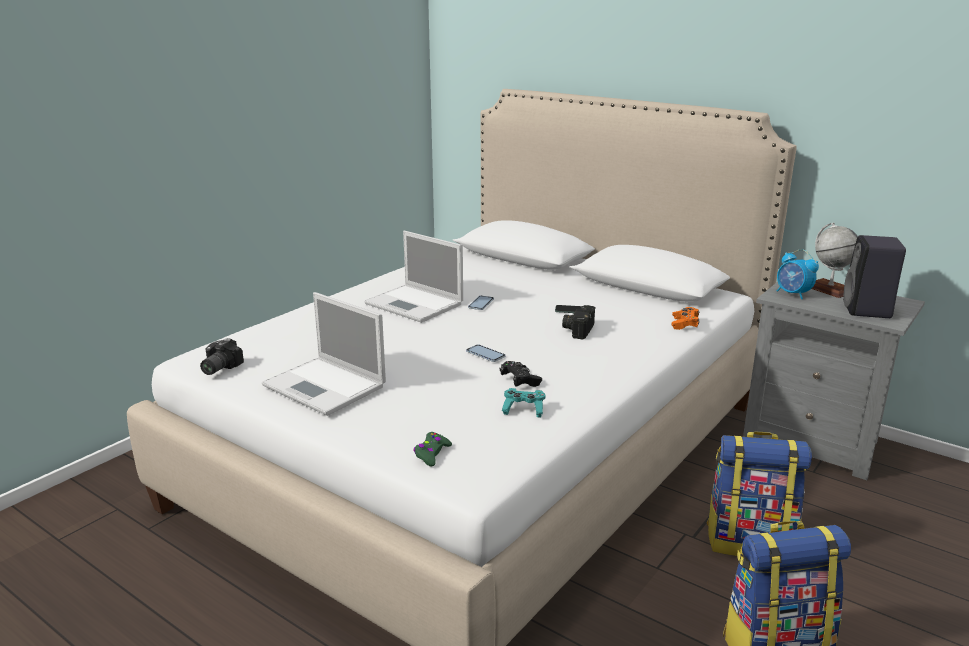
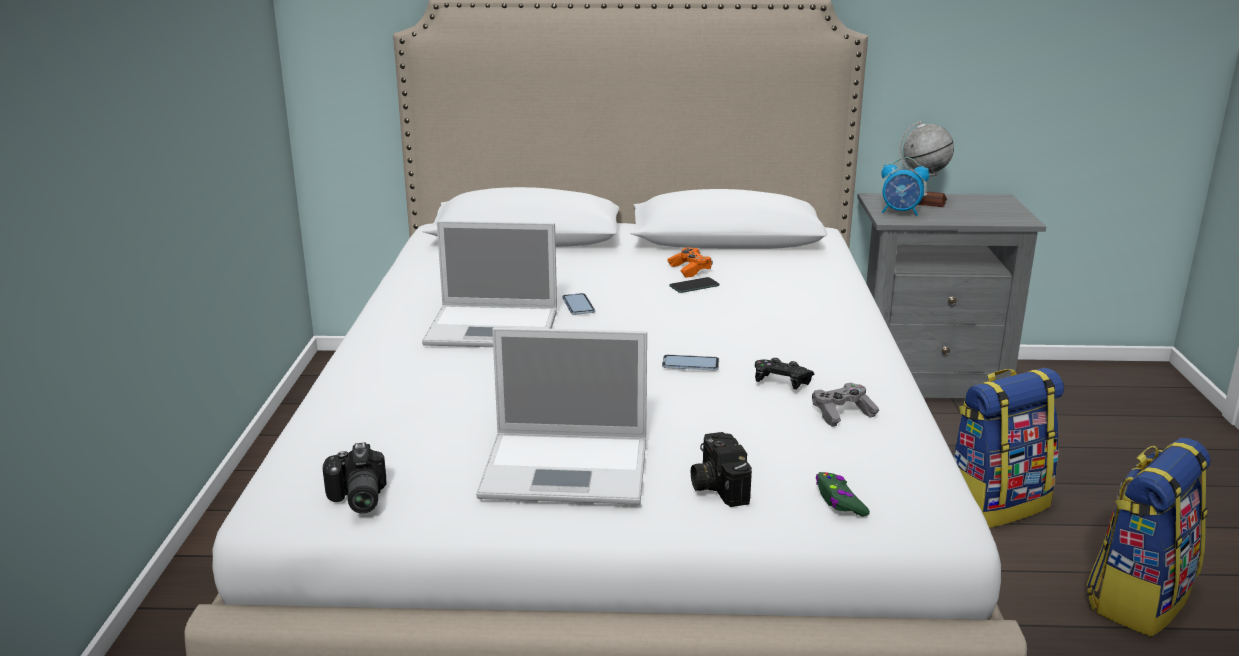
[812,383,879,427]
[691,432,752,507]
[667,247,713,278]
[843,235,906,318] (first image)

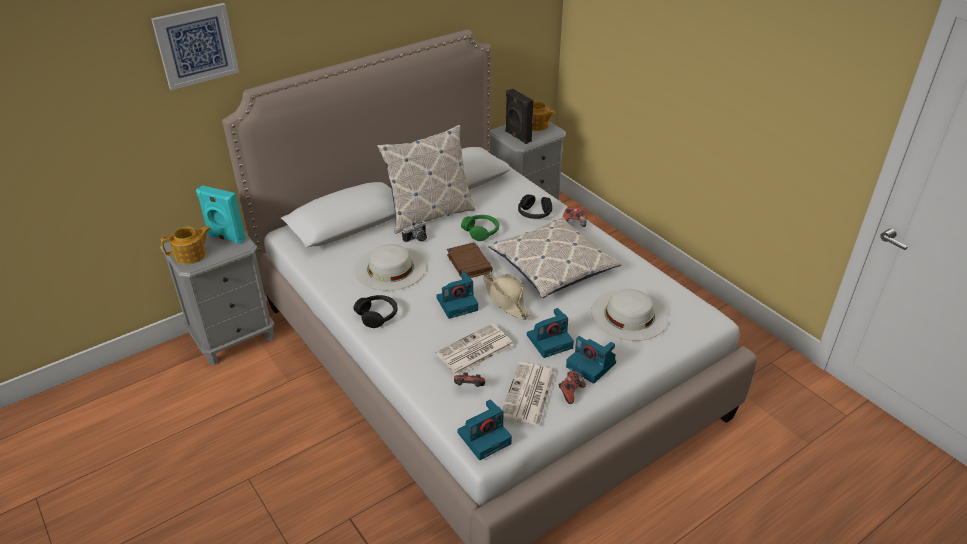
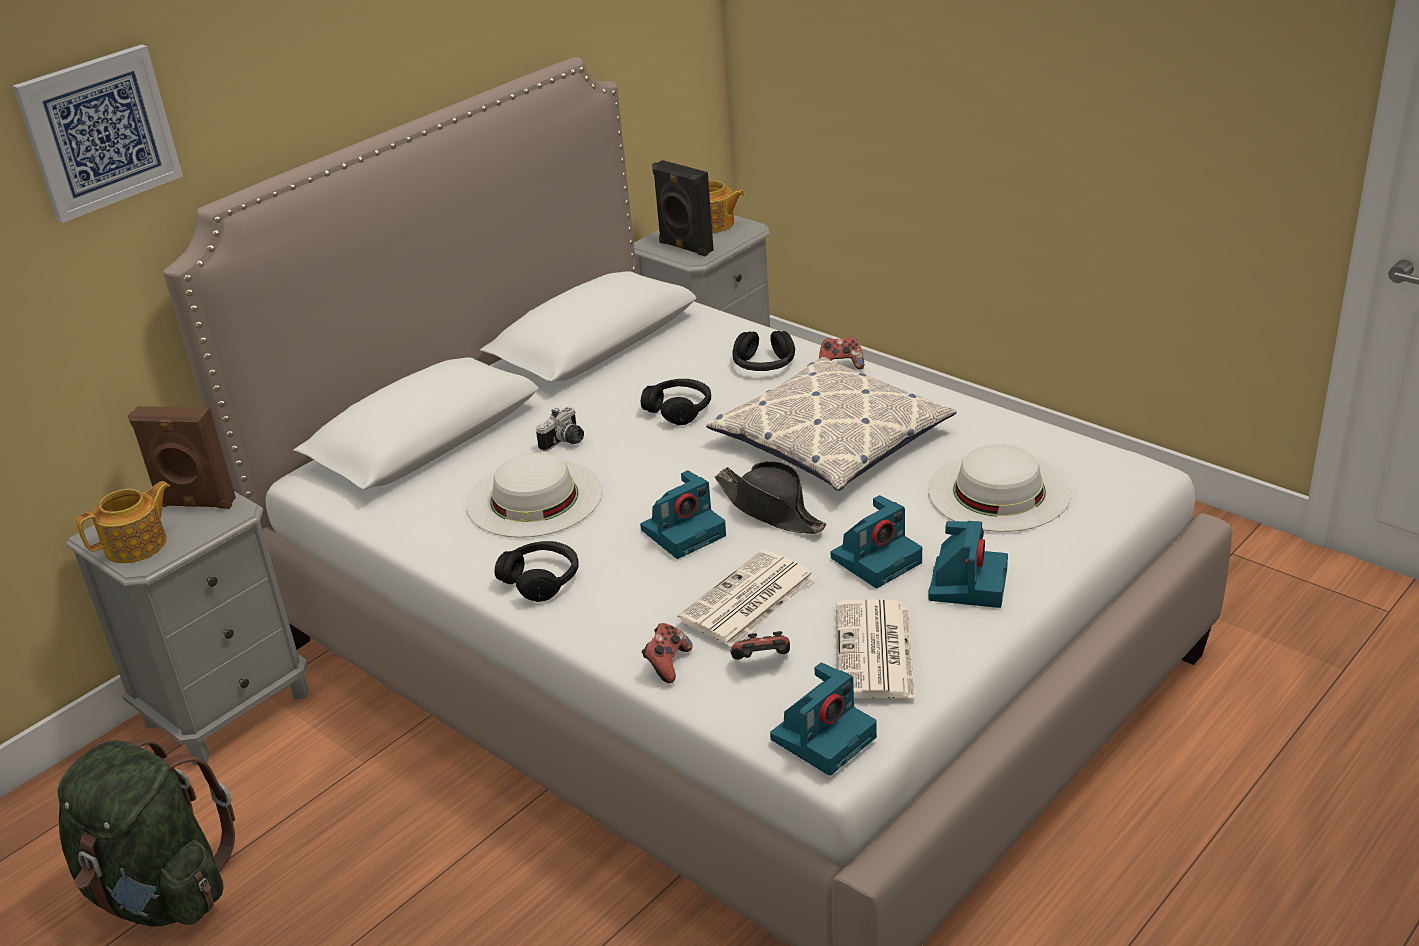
[128,406,236,509]
[377,125,475,234] (first image)
[447,242,493,278] (first image)
[641,379,711,425]
[715,461,826,534]
[641,623,692,683]
[929,521,1008,608]
[58,738,235,927]

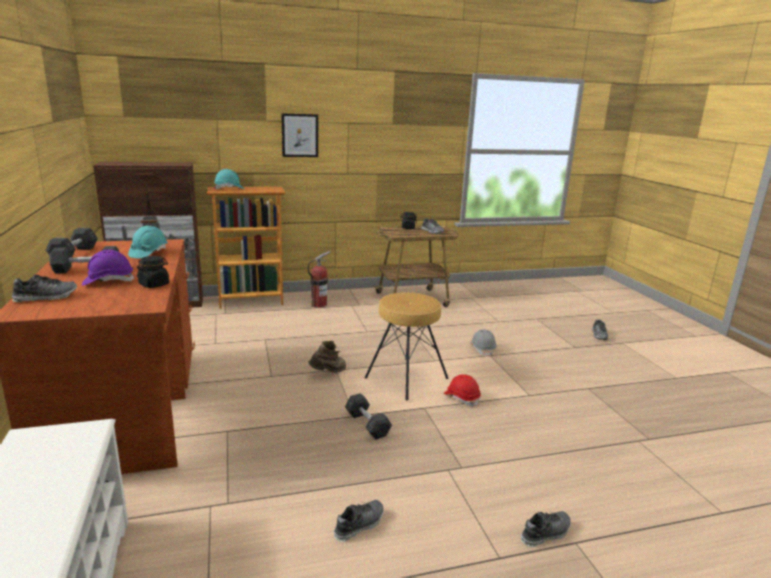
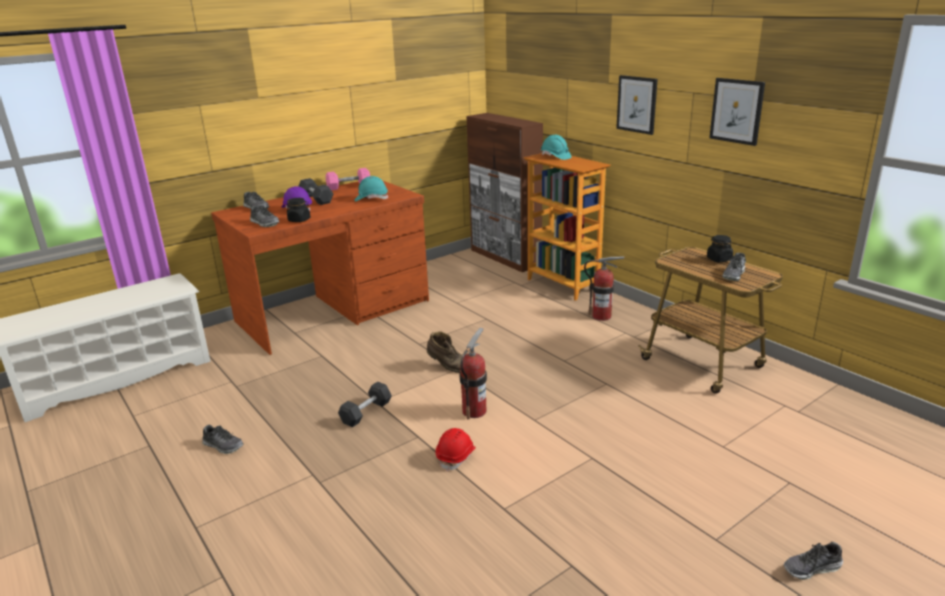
[326,168,370,190]
[460,328,487,419]
[471,329,497,357] (first image)
[250,206,280,227]
[709,78,765,146]

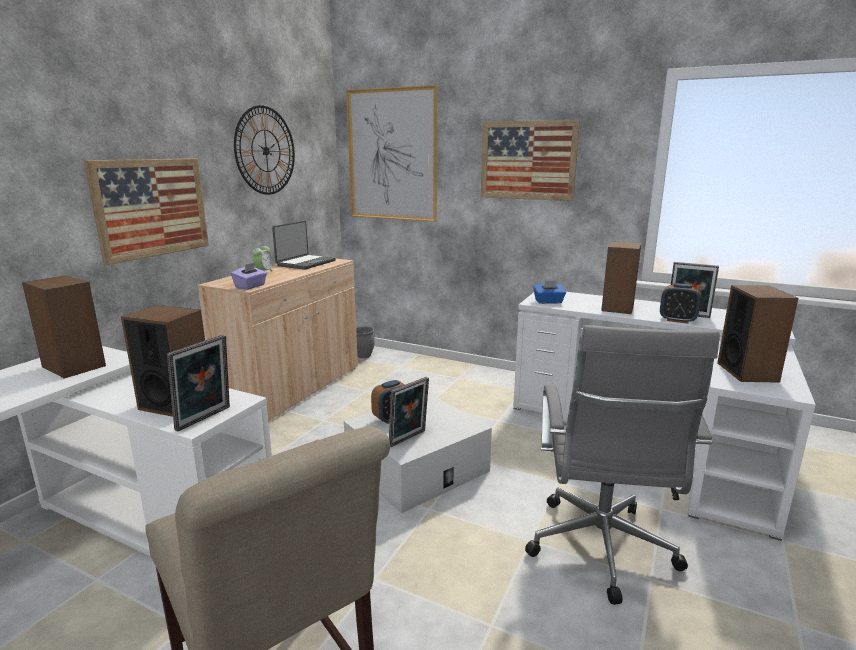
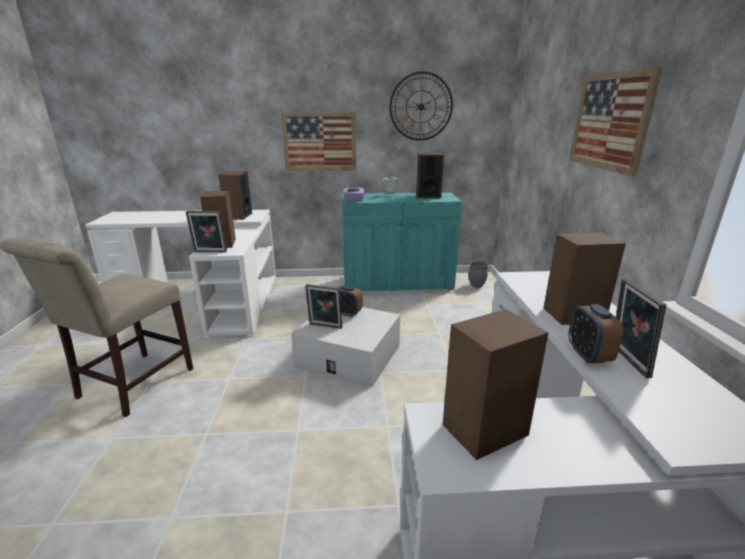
[342,192,462,291]
[416,152,444,198]
[346,85,438,222] (first image)
[525,325,720,605] (first image)
[533,281,566,304] (first image)

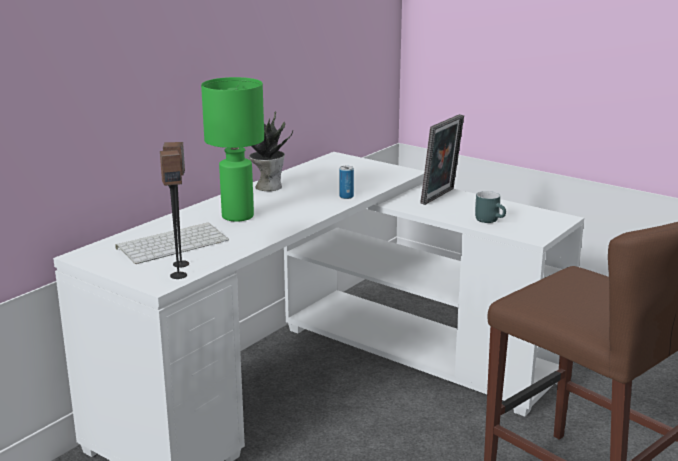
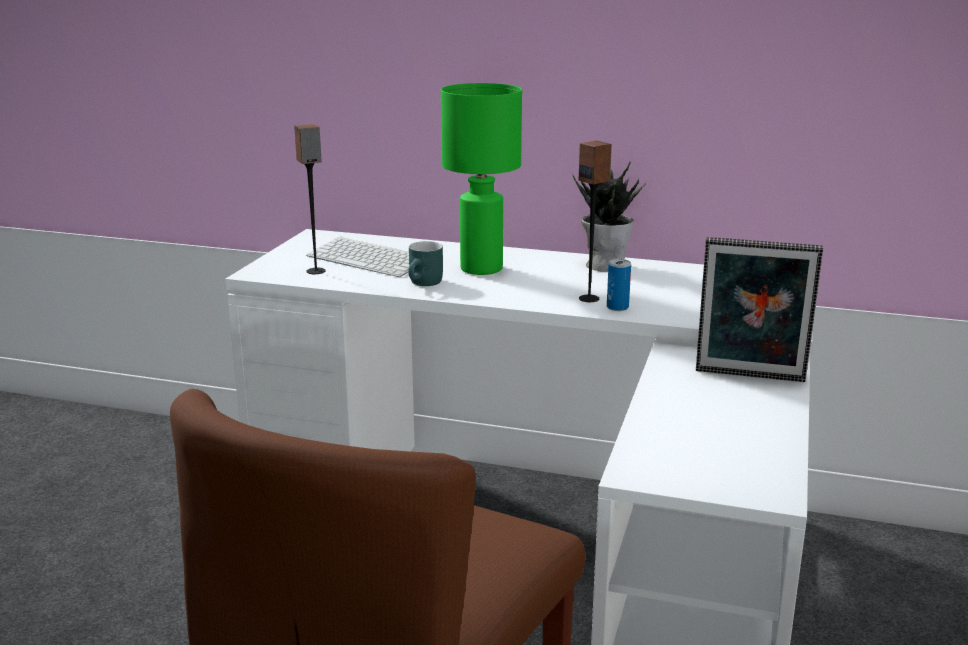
[579,141,612,302]
[408,241,443,286]

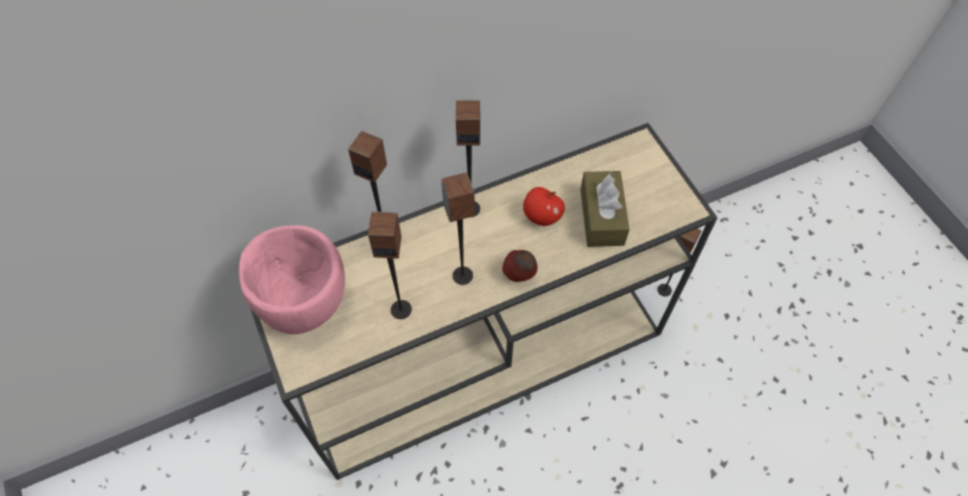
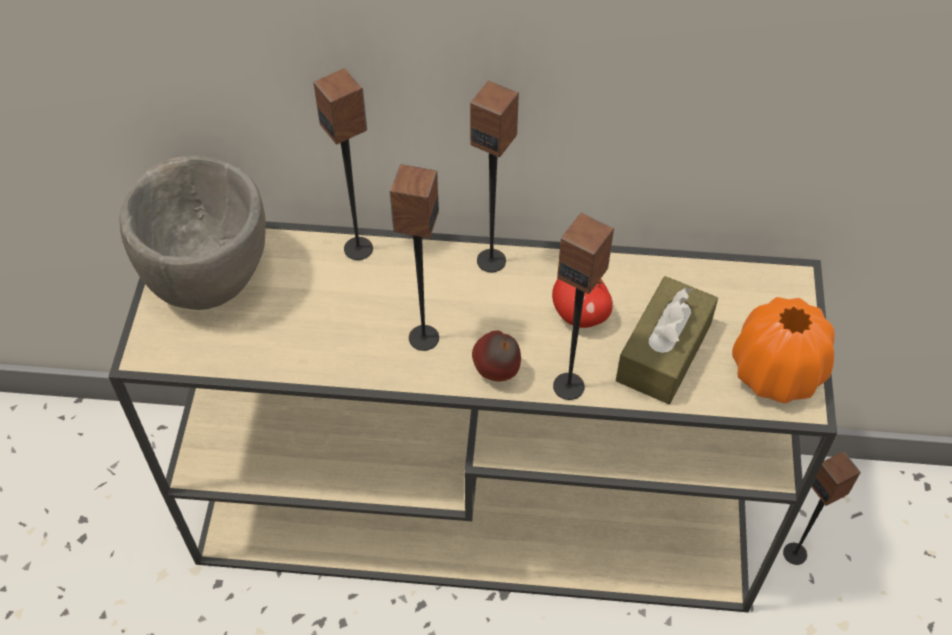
[119,155,266,310]
[553,212,614,400]
[732,297,835,404]

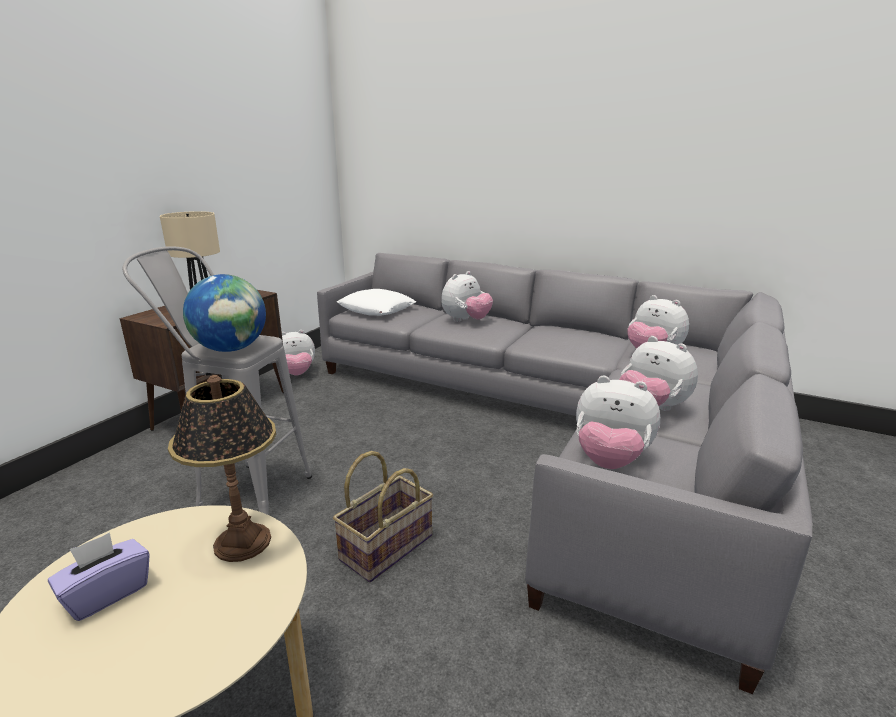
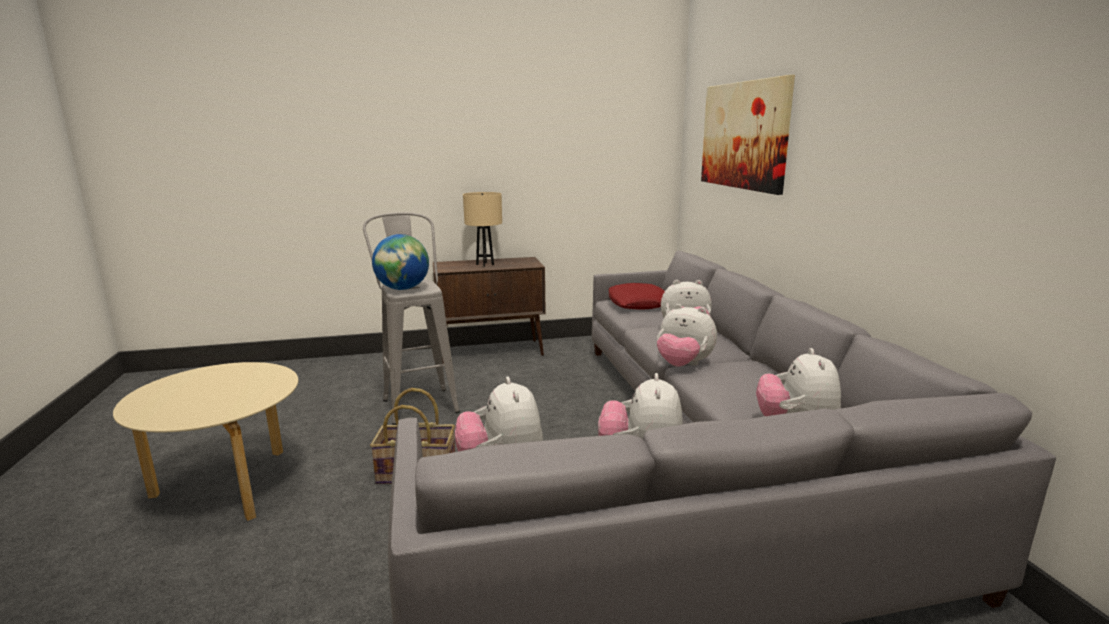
[48,532,150,621] (first image)
[168,375,276,562] (first image)
[657,304,717,367]
[609,283,665,310]
[701,75,795,195]

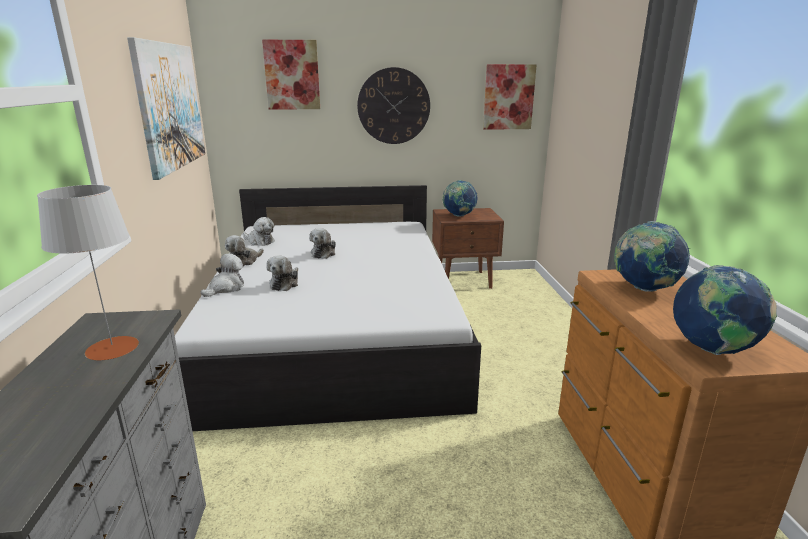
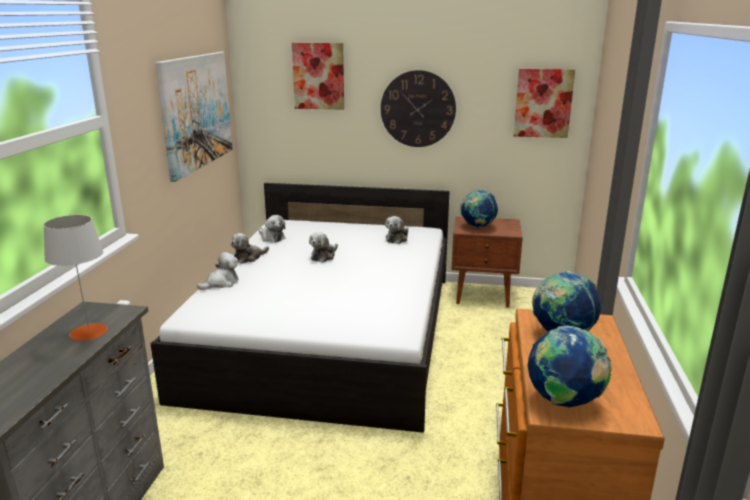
[385,216,408,244]

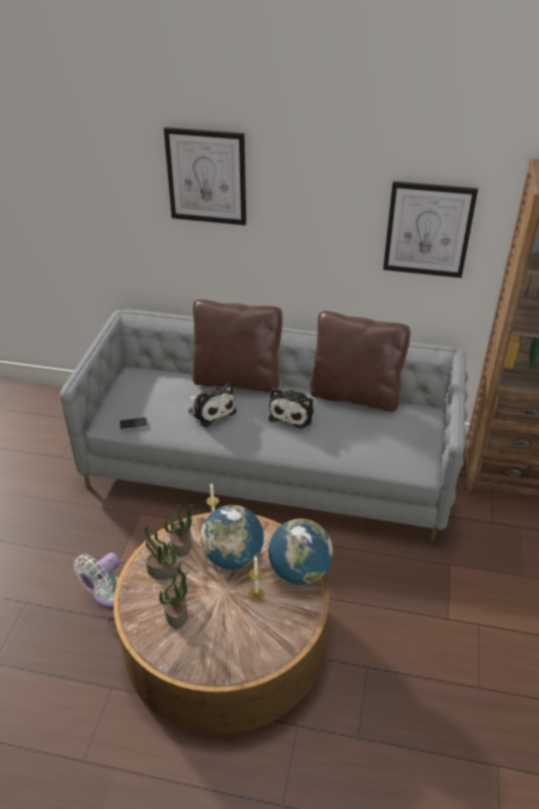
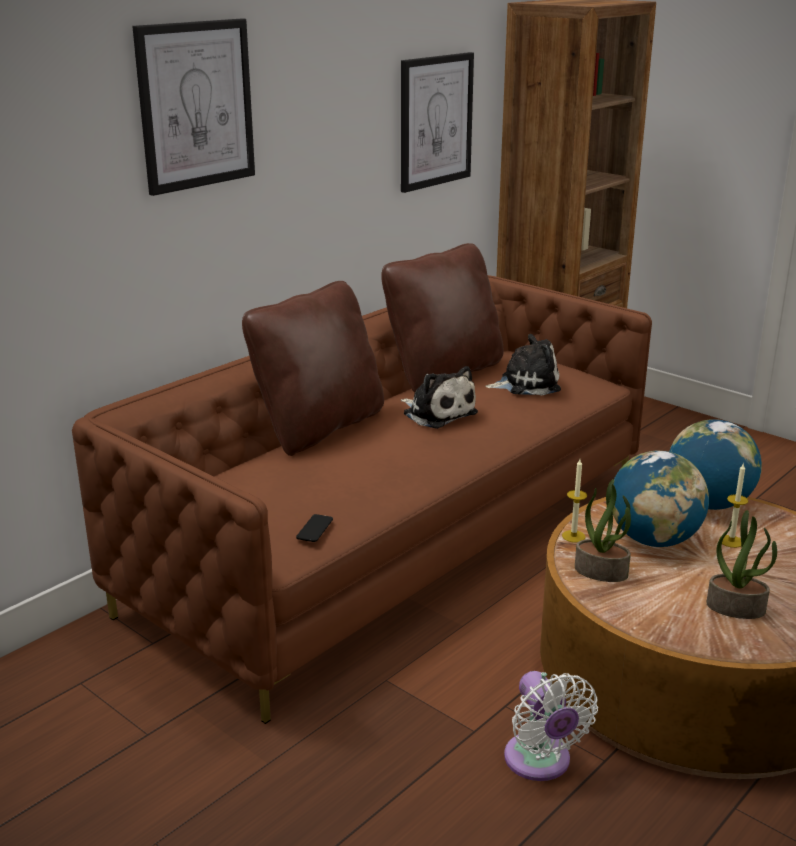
[72,275,652,724]
[145,526,181,580] (first image)
[485,334,561,396]

